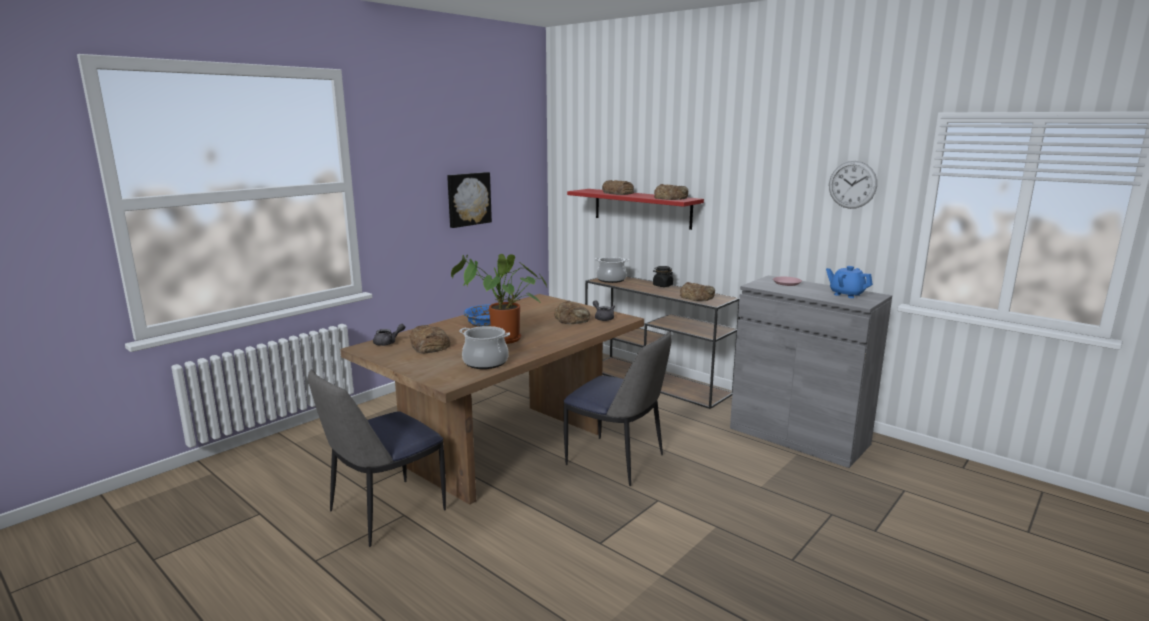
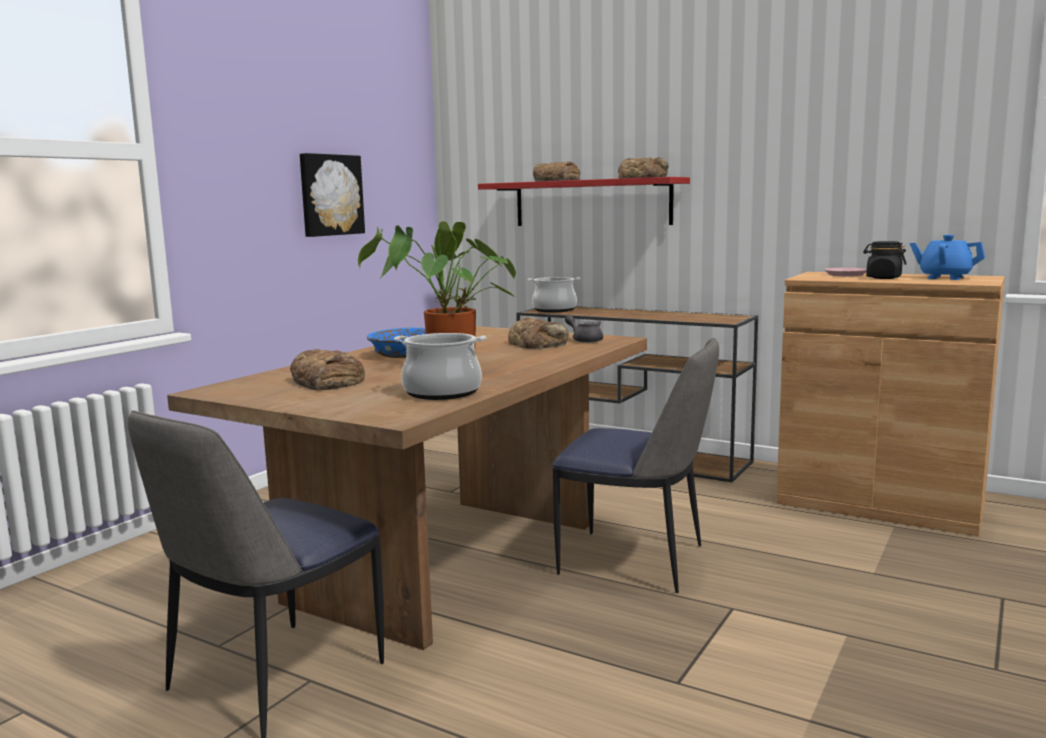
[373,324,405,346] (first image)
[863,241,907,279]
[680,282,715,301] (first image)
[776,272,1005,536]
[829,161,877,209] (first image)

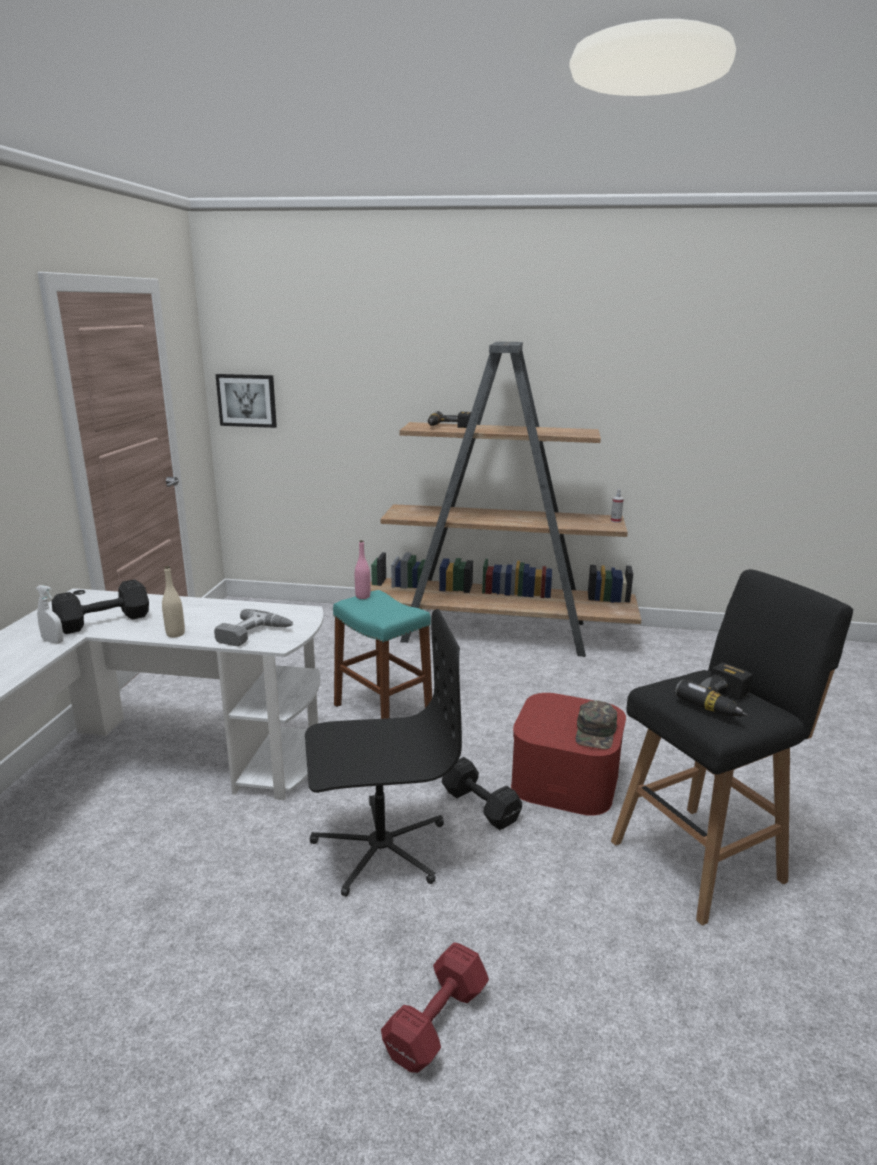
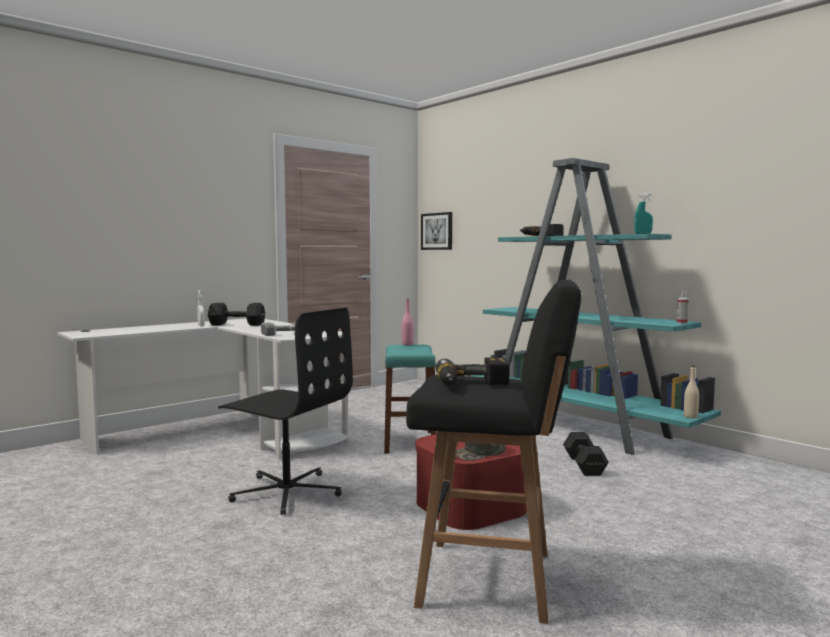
[684,366,699,418]
[473,158,721,455]
[381,942,489,1073] (first image)
[563,432,609,476]
[634,193,653,234]

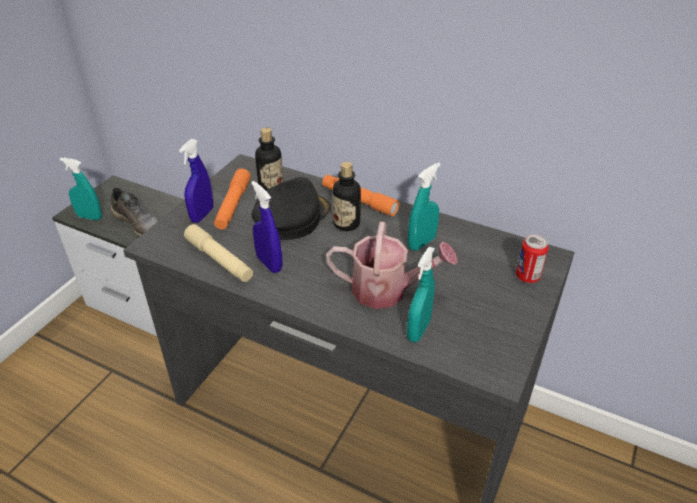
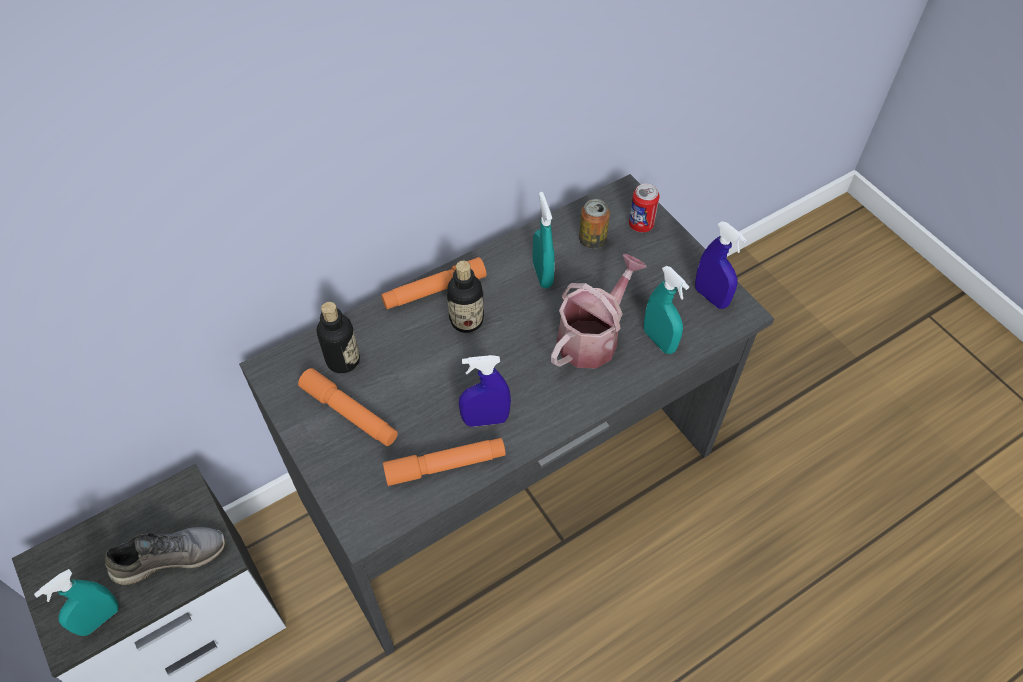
[695,221,747,309]
[383,438,506,486]
[252,177,331,240] (first image)
[579,199,610,249]

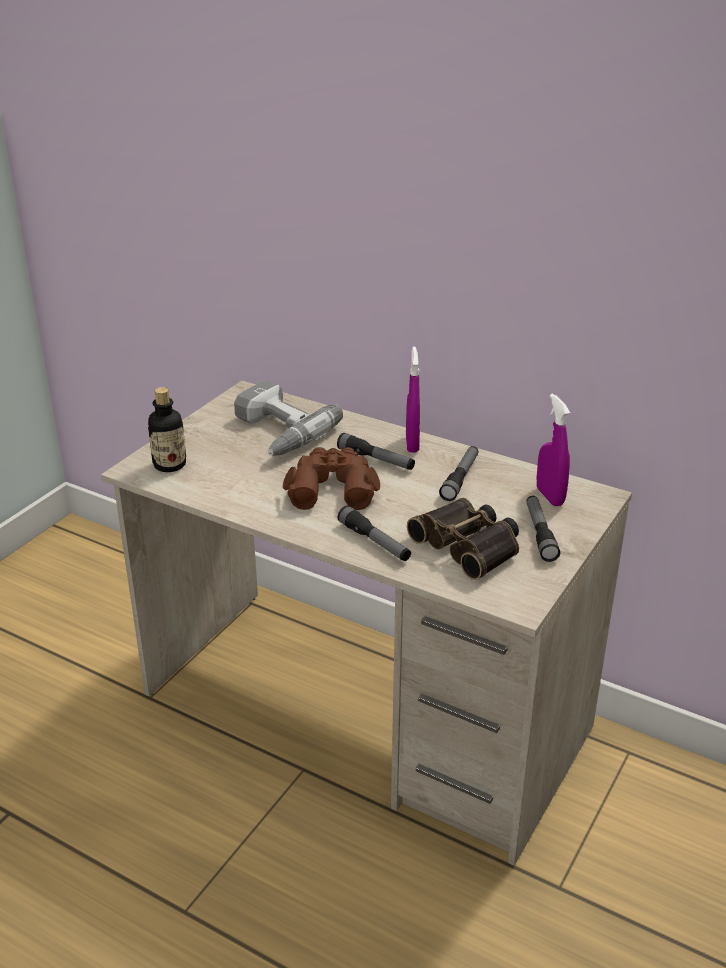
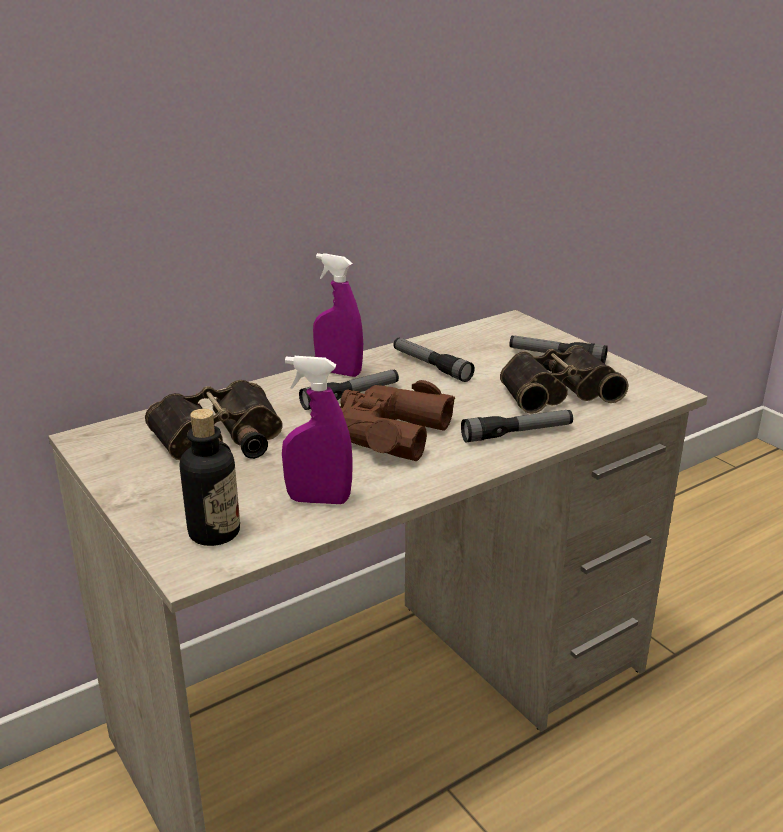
[145,380,283,460]
[282,356,353,504]

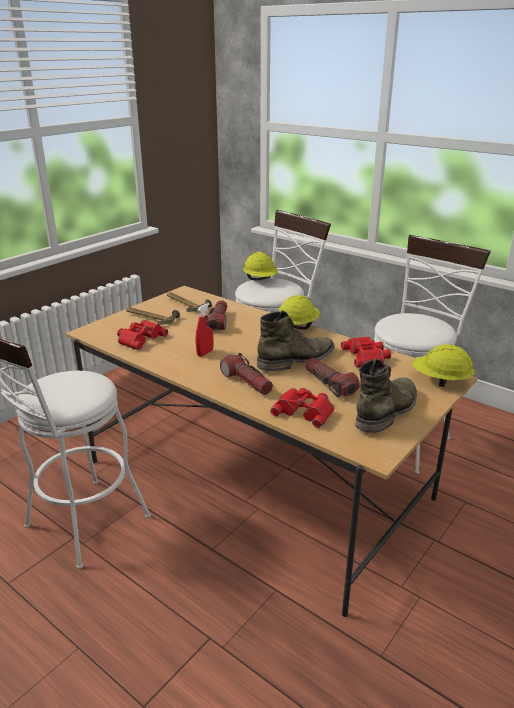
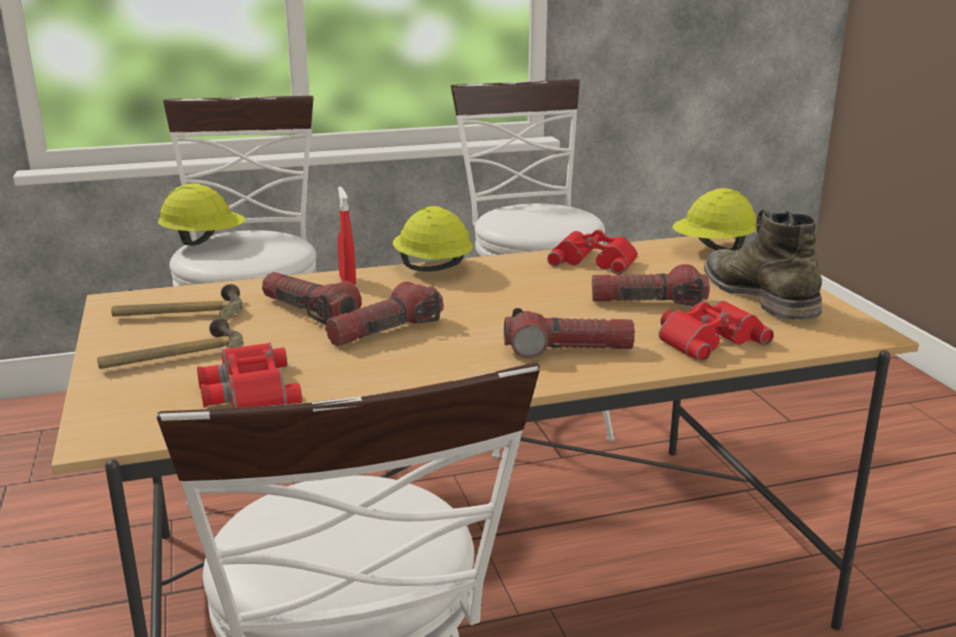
[338,186,356,285]
[257,310,335,371] (first image)
[325,282,443,346]

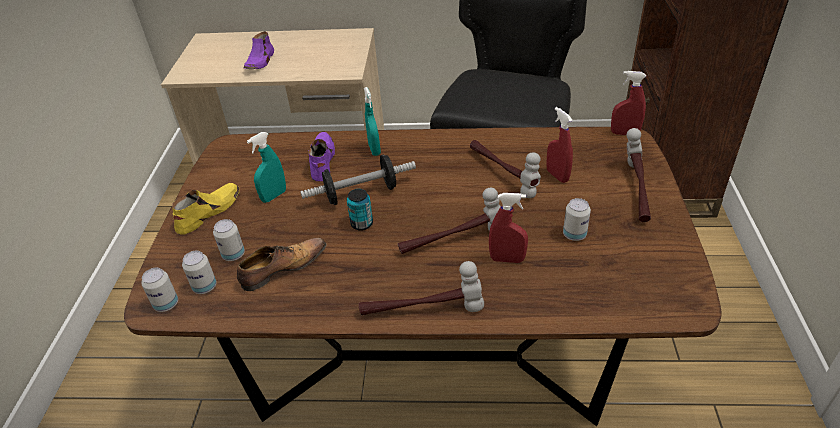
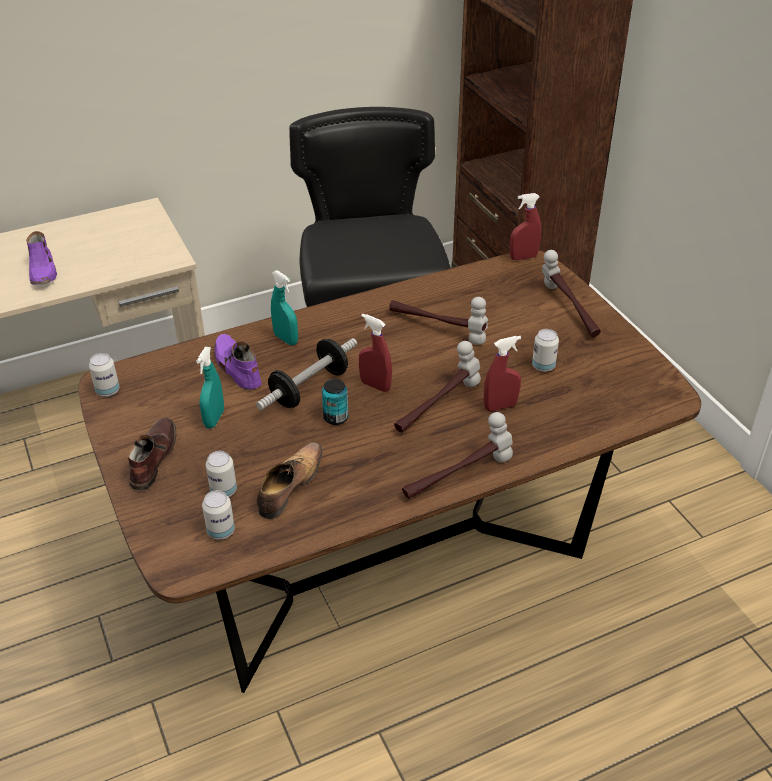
[89,353,120,397]
[127,417,176,491]
[359,314,392,392]

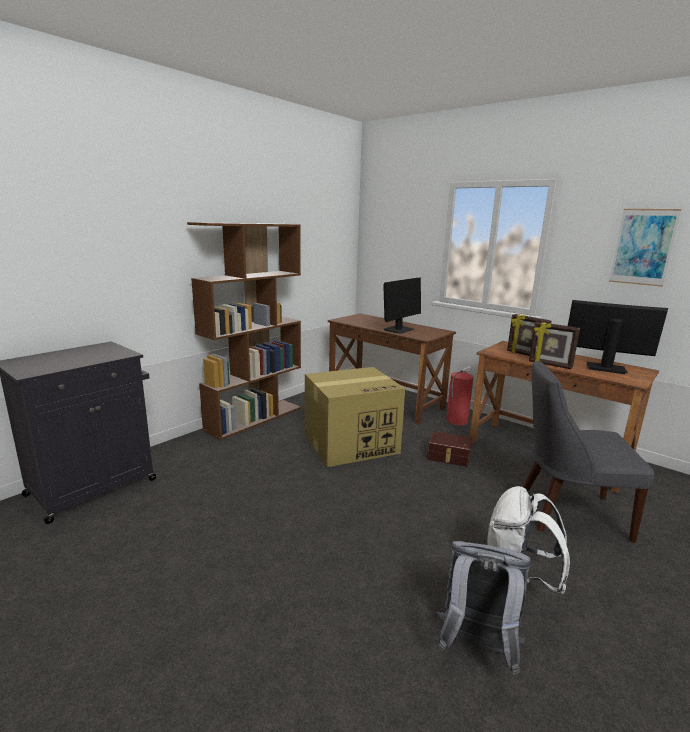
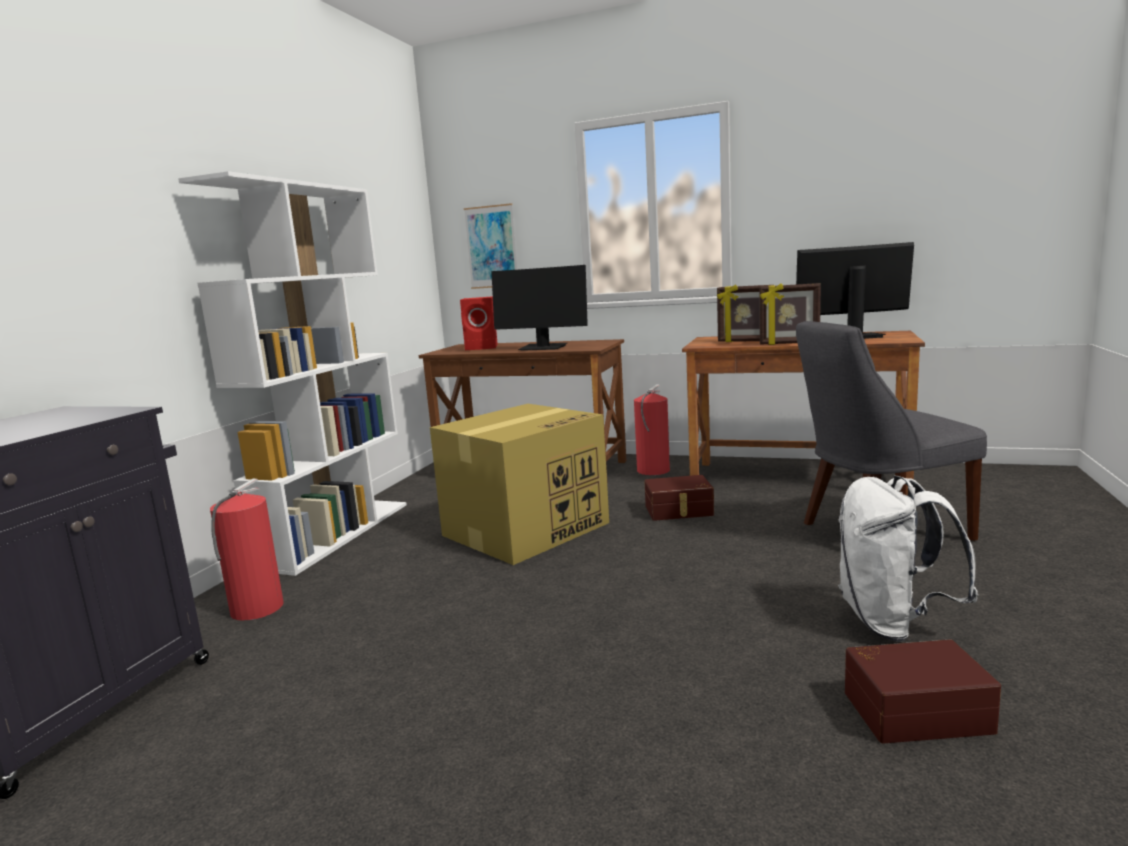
[178,171,407,576]
[491,265,588,351]
[845,639,1001,744]
[464,203,517,289]
[210,478,284,621]
[460,296,498,350]

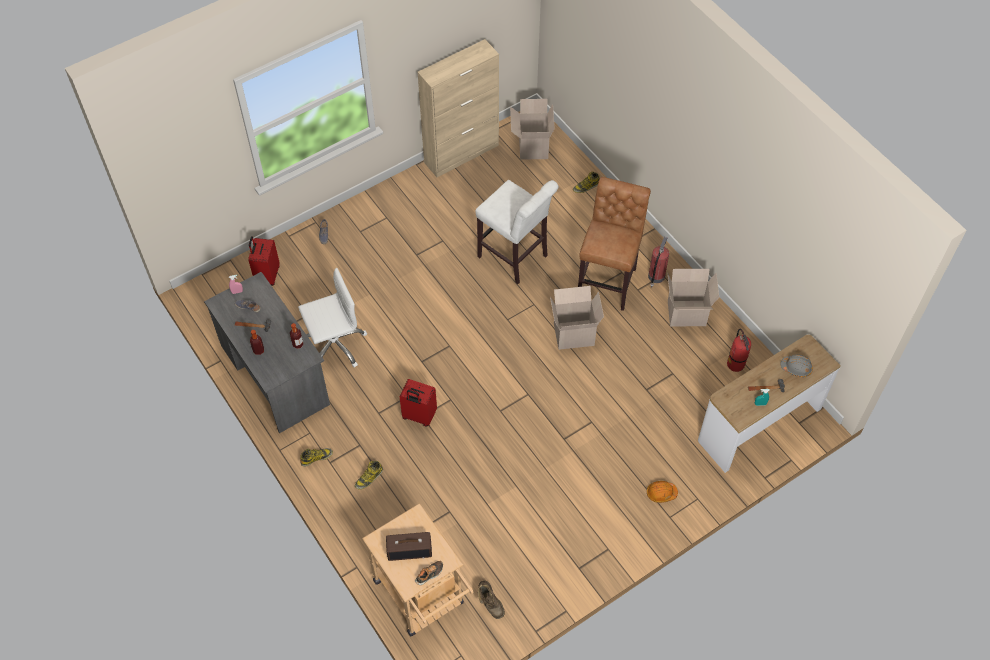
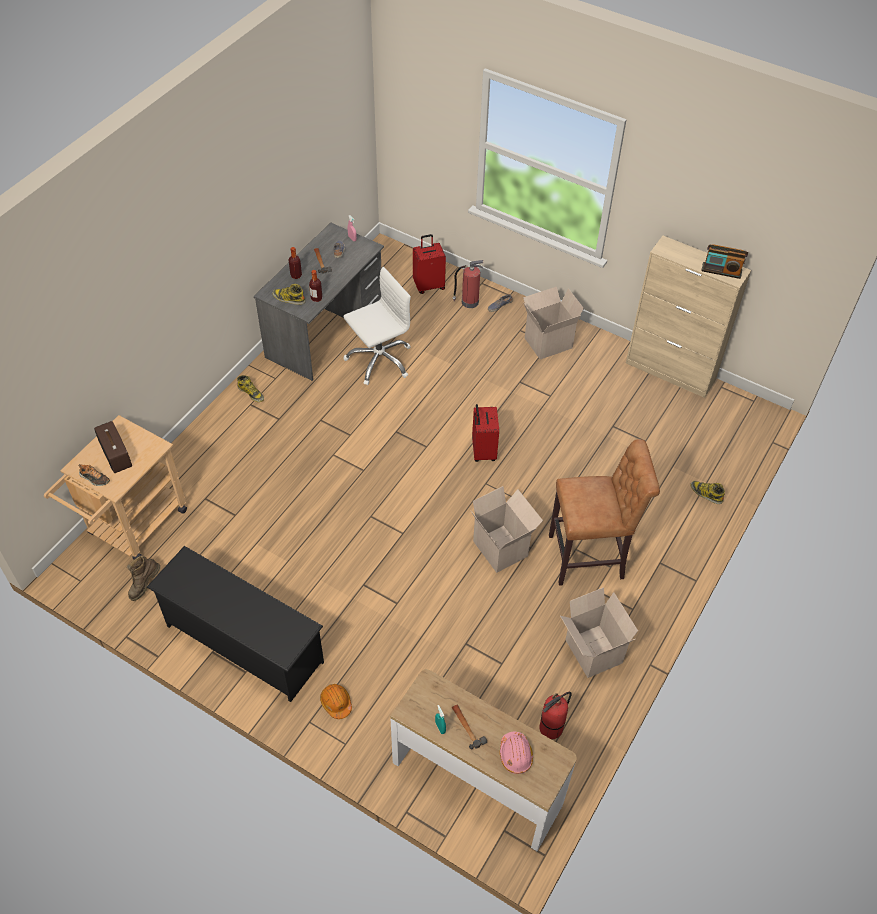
[344,267,411,385]
[272,284,306,305]
[472,404,499,462]
[475,180,559,284] (first image)
[523,287,584,359]
[453,260,483,308]
[500,732,533,774]
[147,546,324,702]
[701,244,748,279]

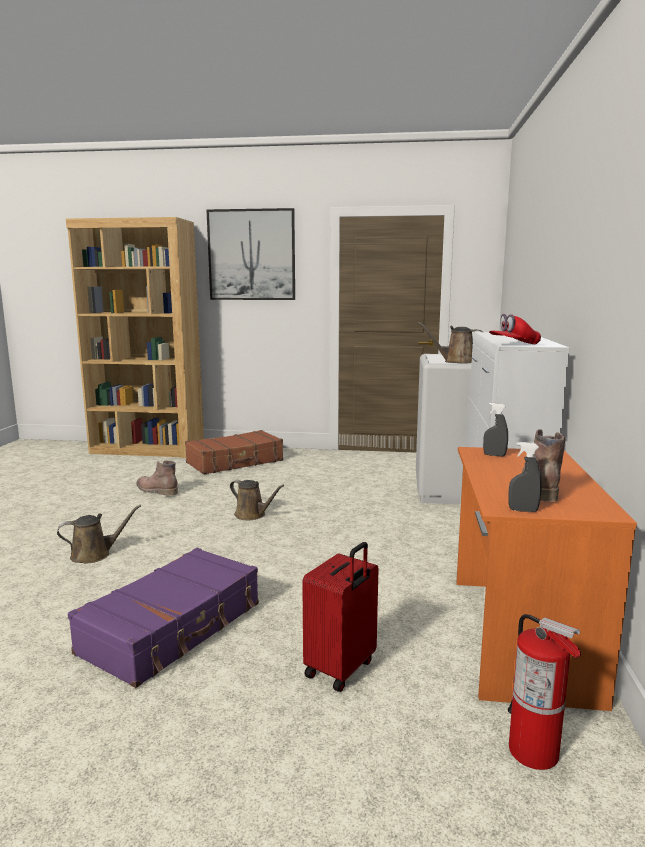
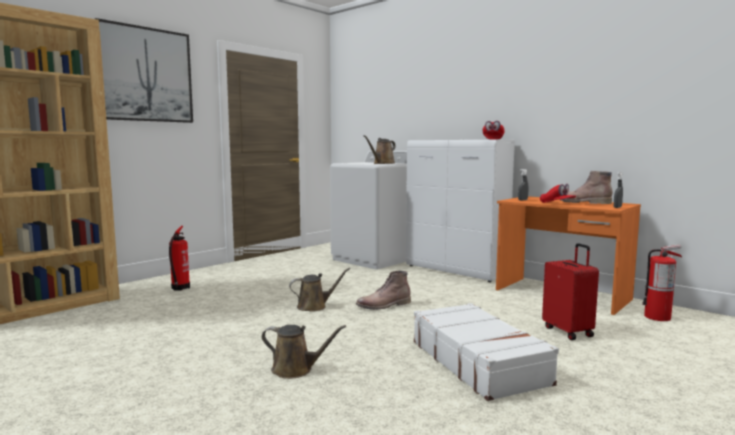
[262,325,346,379]
[414,303,559,401]
[356,271,411,310]
[169,226,190,291]
[540,184,576,203]

